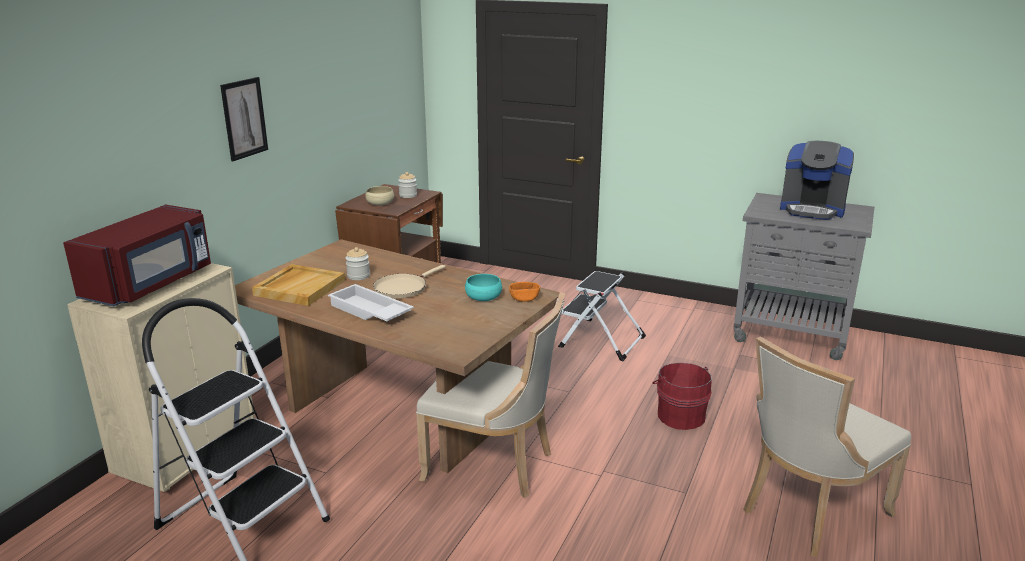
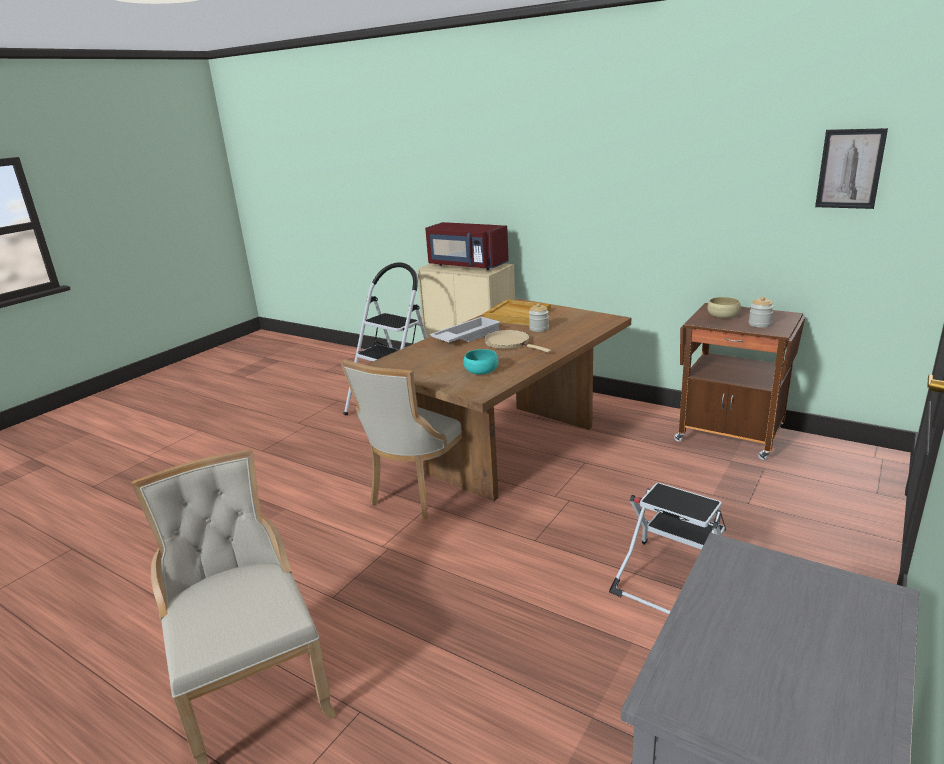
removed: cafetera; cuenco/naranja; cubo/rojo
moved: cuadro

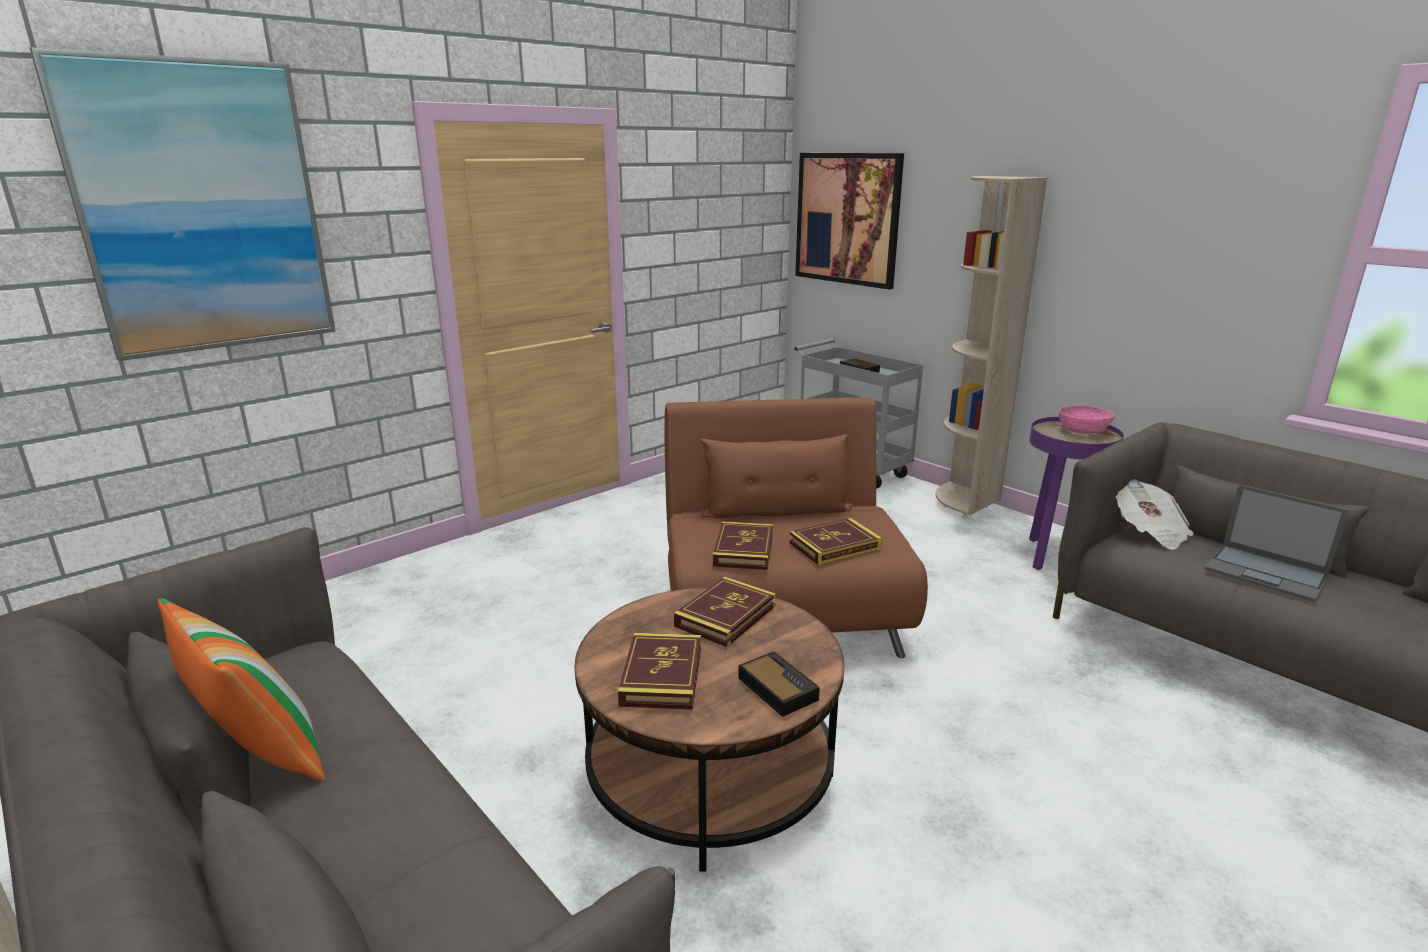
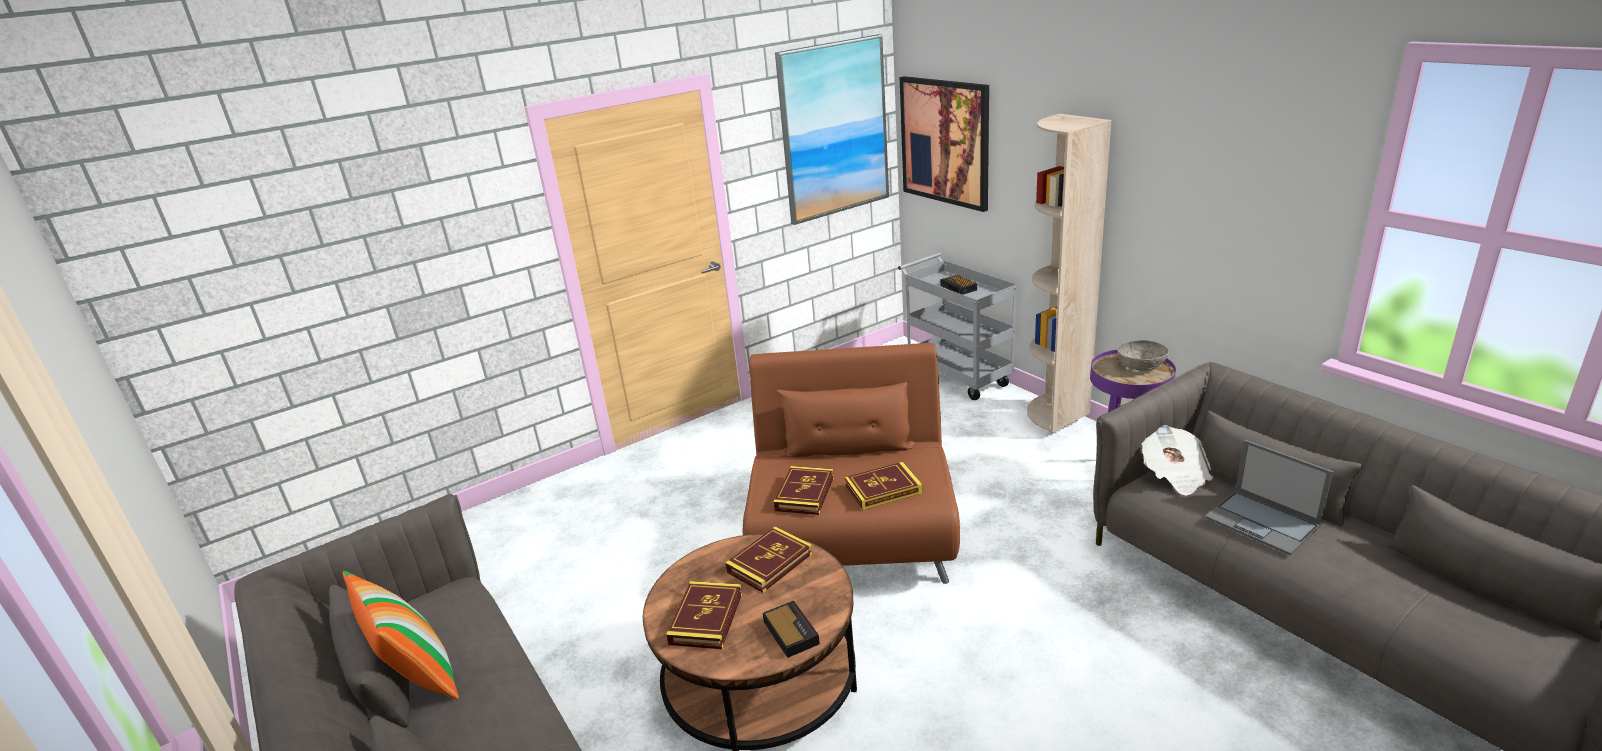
moved: cuadro (1st from left)
recoloured: cuenco/rosa to cuenco/gris

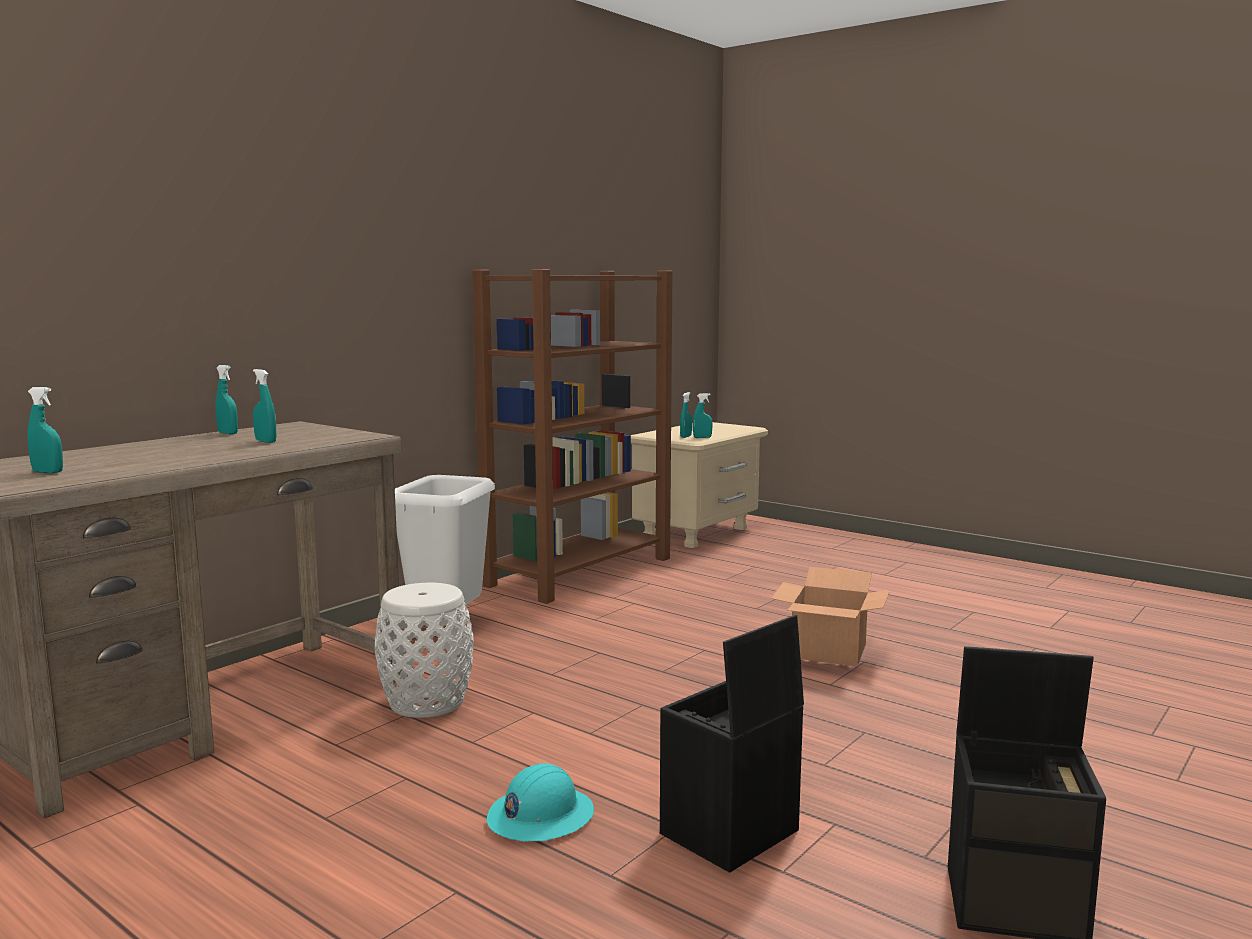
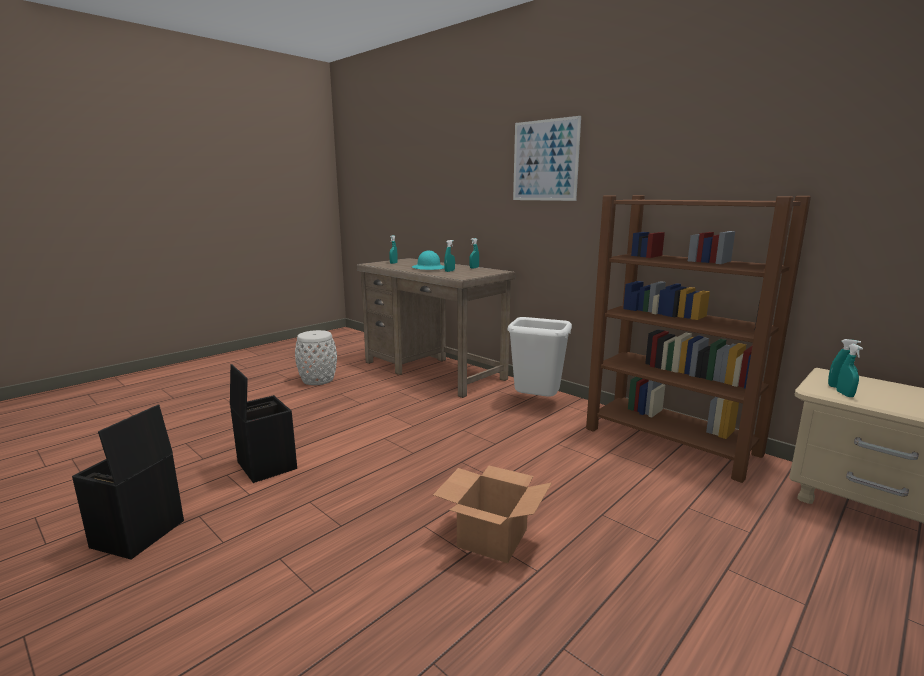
added: cuadro
moved: taburete/blanco; casco/turquesa

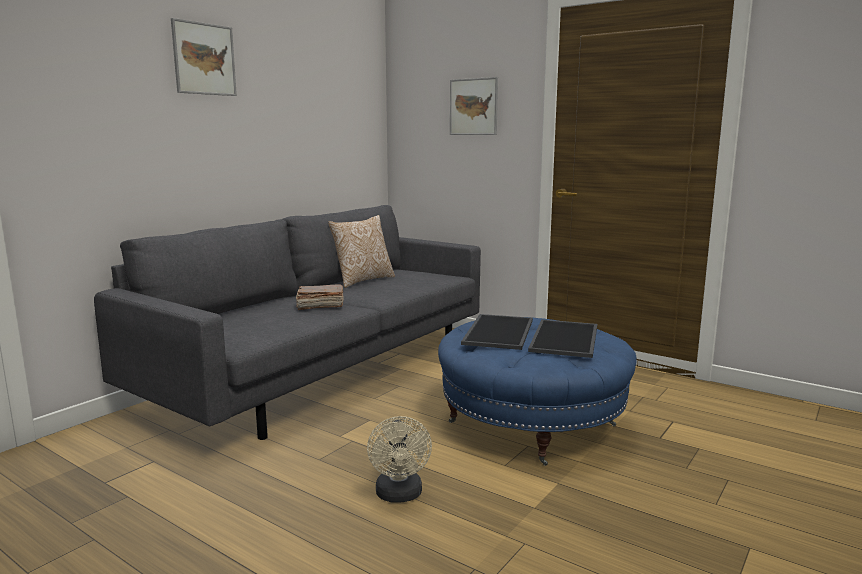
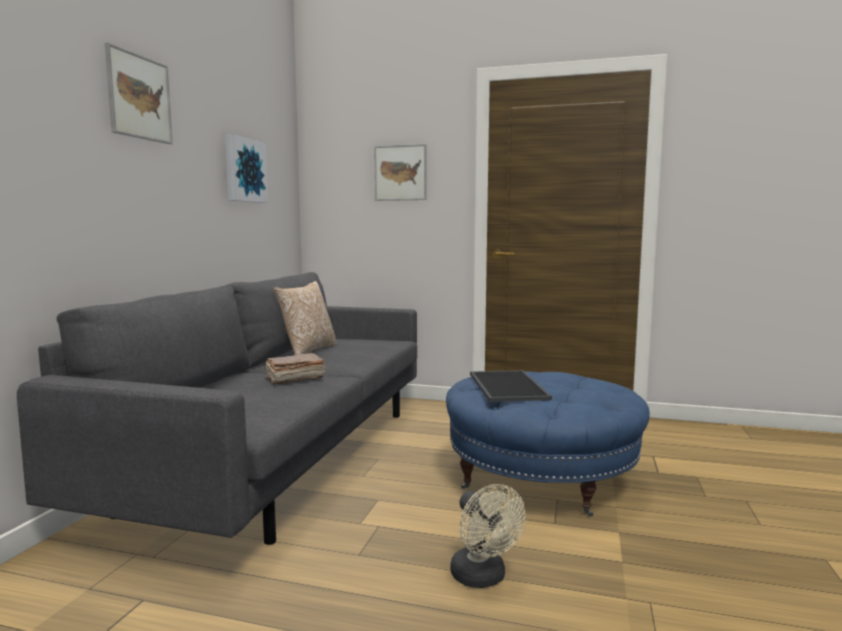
removed: bandeja (2nd from left)
added: cuadro (2nd from left)

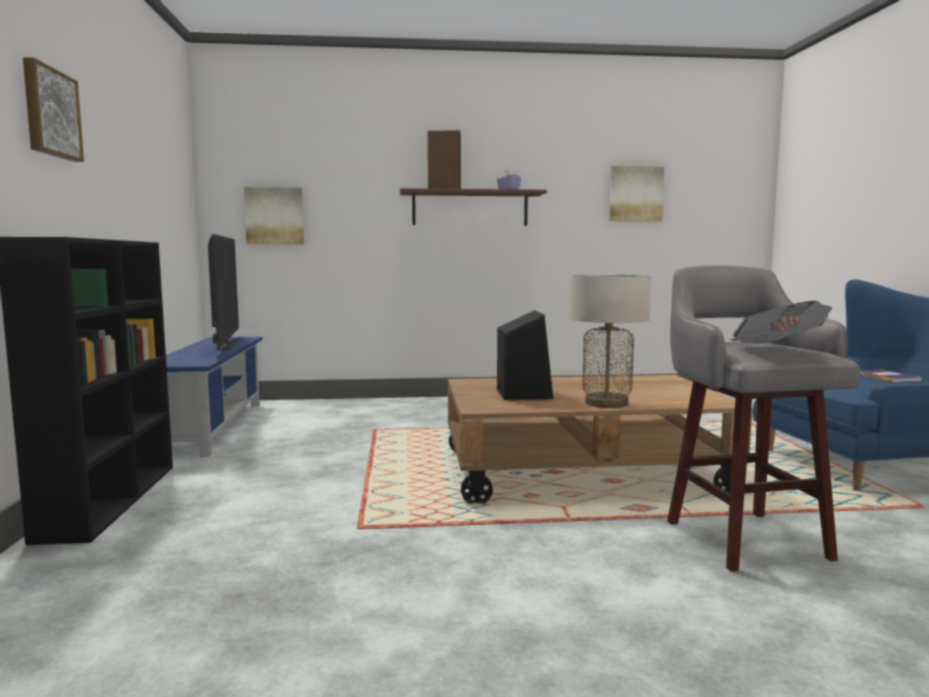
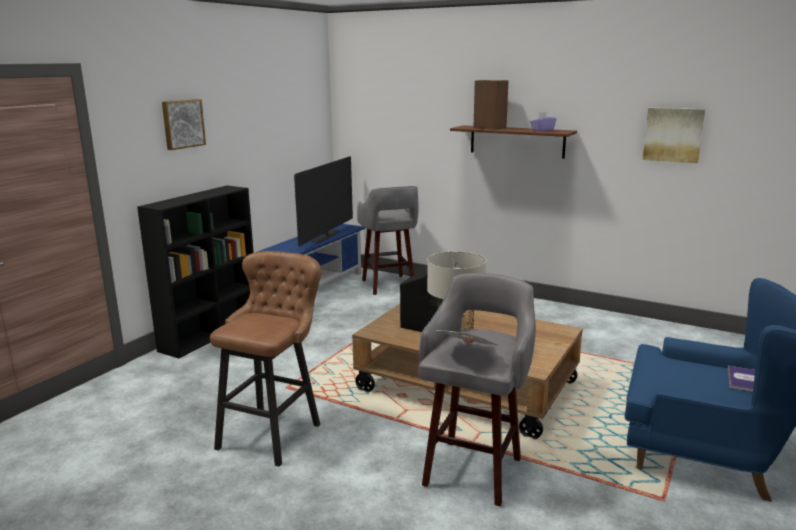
removed: cuadro (2nd from left)
added: taburete/gris (1st from left); taburete/marrón

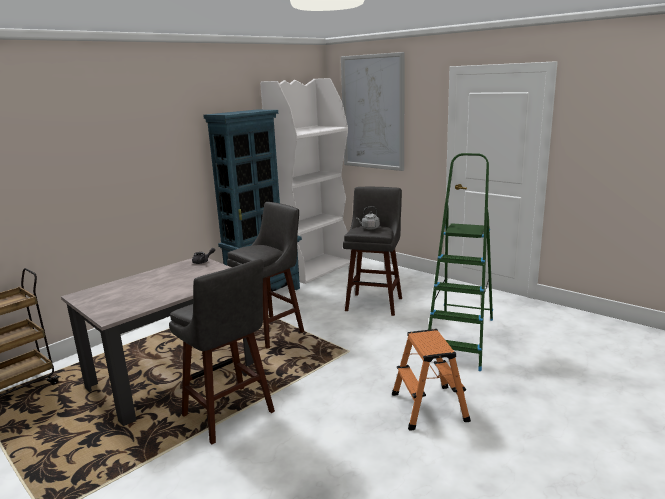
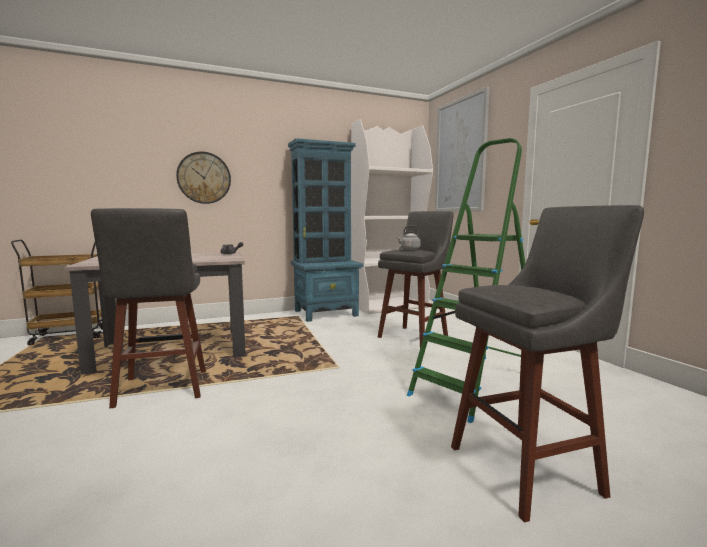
removed: escalera de tijera/naranja
added: reloj de pared
moved: taburete/gris (2nd from left in the first image) to taburete/gris (3rd from left)

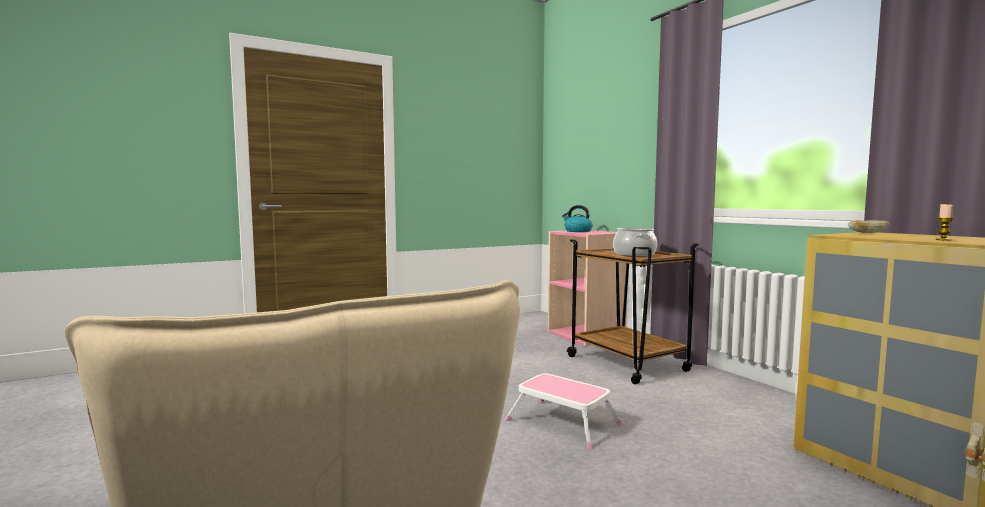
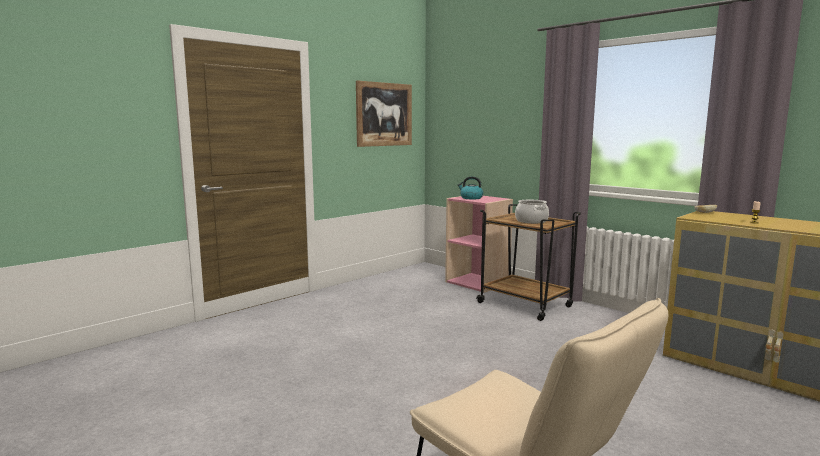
removed: escalera de tijera/rosa
added: cuadro

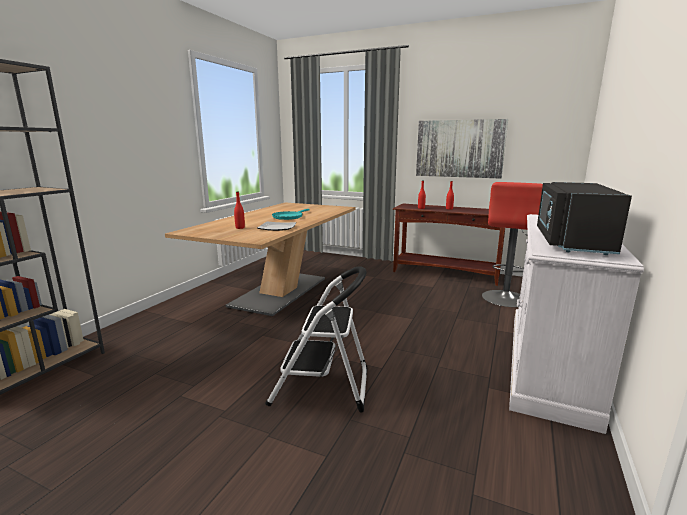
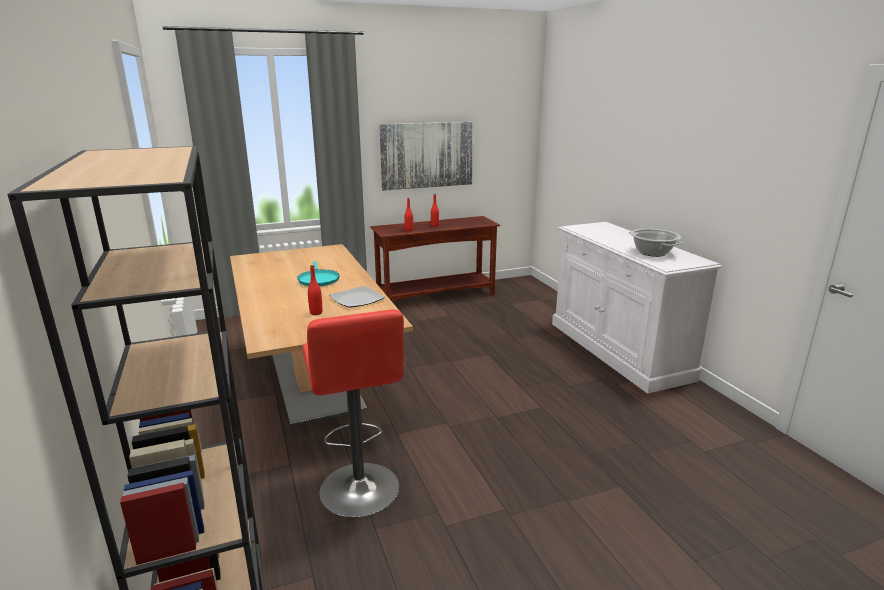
removed: escalera de tijera
moved: taburete/rojo
replaced: microondas/negro to olla

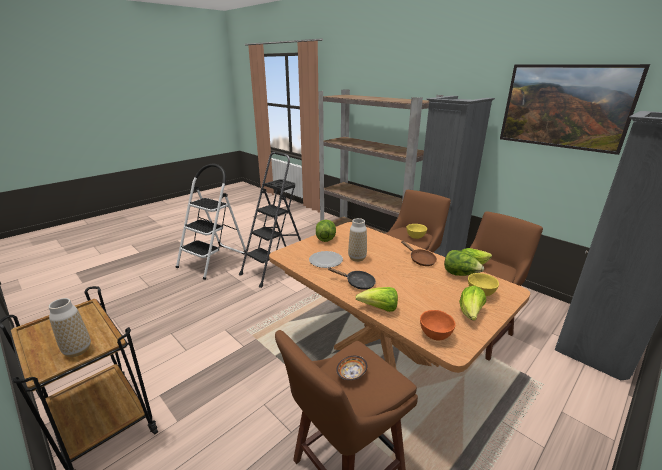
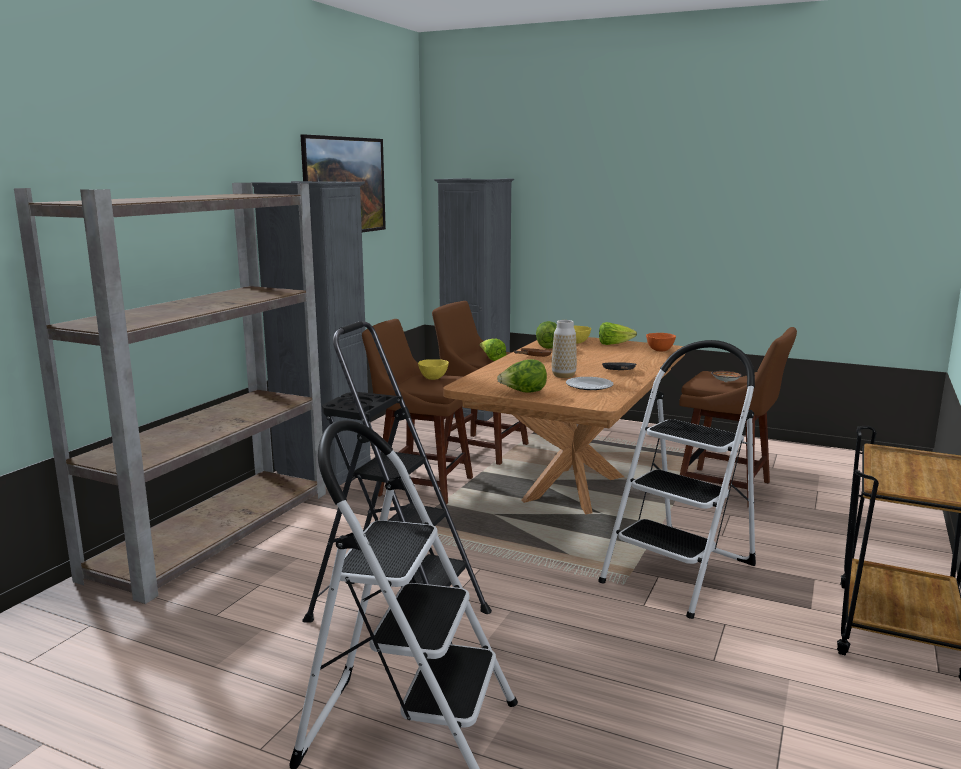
removed: lechuga (2nd from left); florero (1st from left)
added: escalera de tijera (3rd from left)

